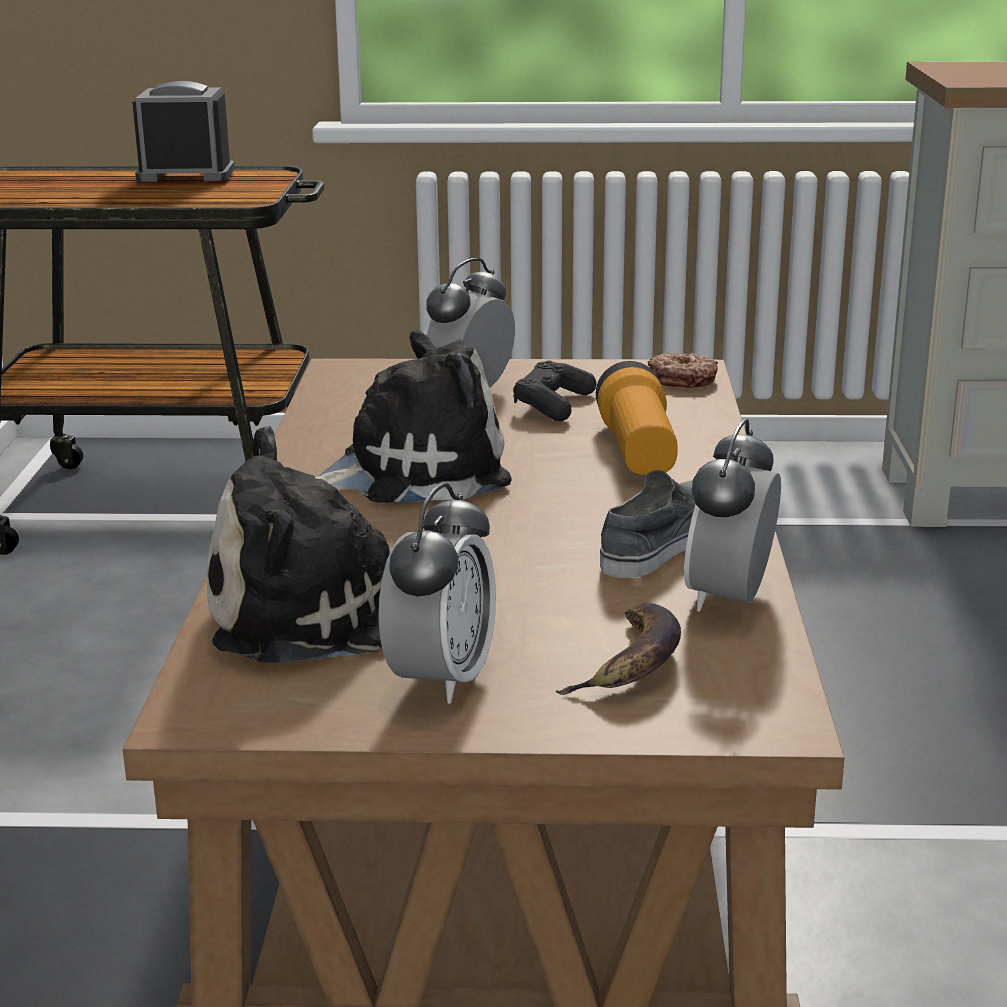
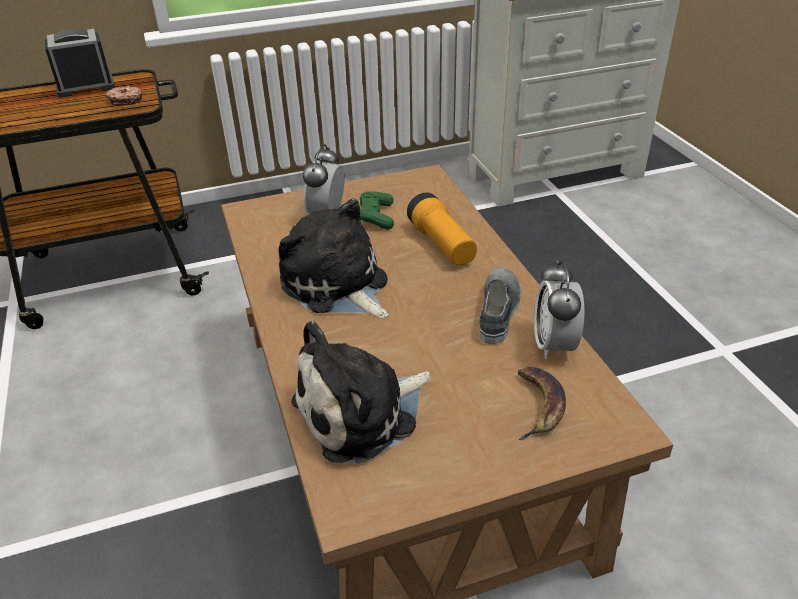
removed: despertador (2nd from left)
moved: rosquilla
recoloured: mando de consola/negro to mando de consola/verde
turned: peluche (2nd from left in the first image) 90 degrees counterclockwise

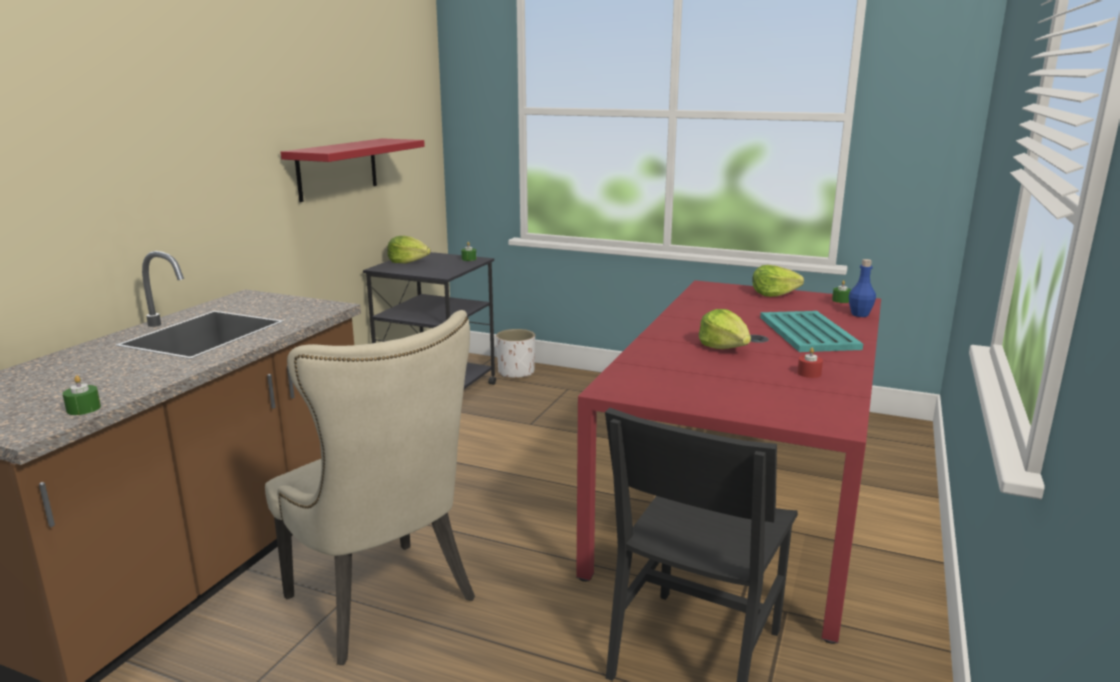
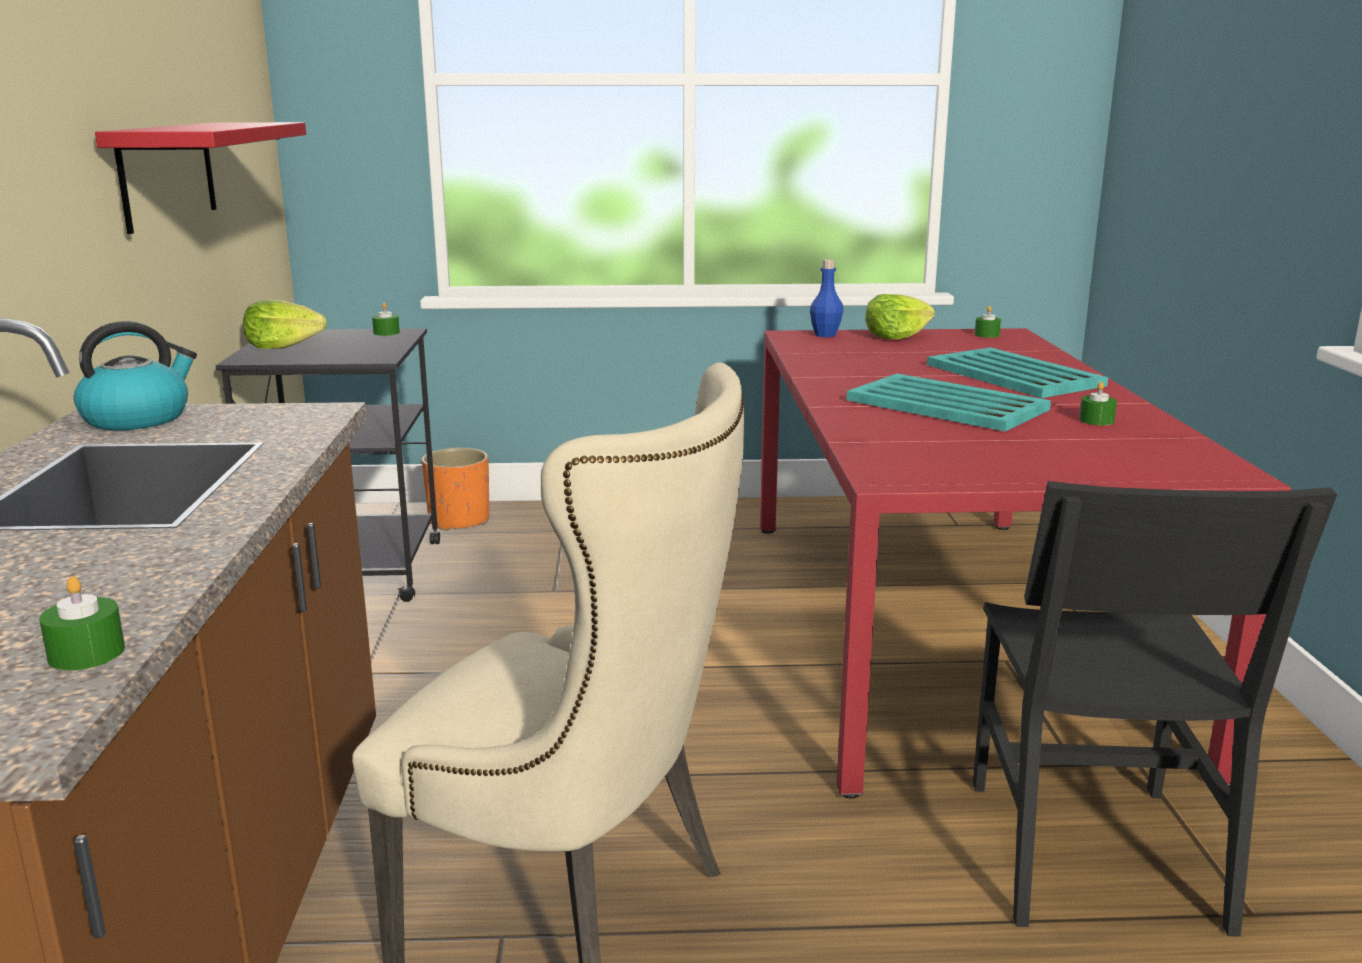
added: hervidor
moved: botella/azul
replaced: lechuga (2nd from left) to bandeja/turquesa (1st from left)
recoloured: maceta/blanco to maceta/naranja; vela/rojo to vela/verde (4th from left)

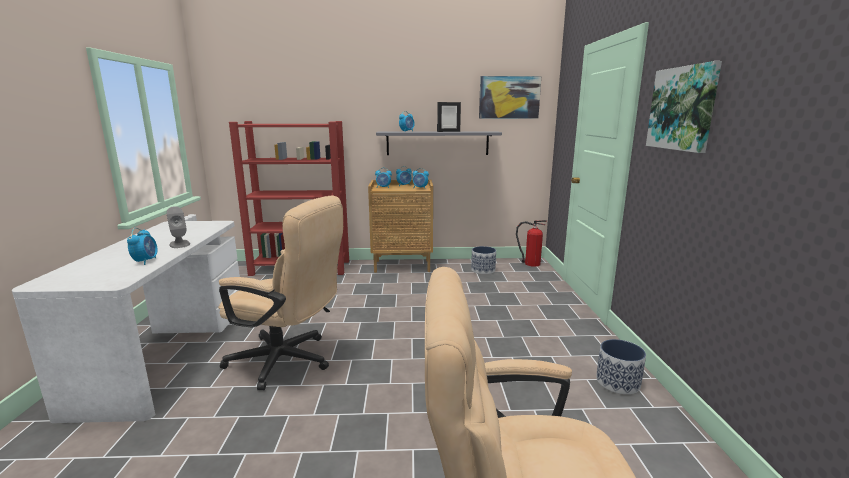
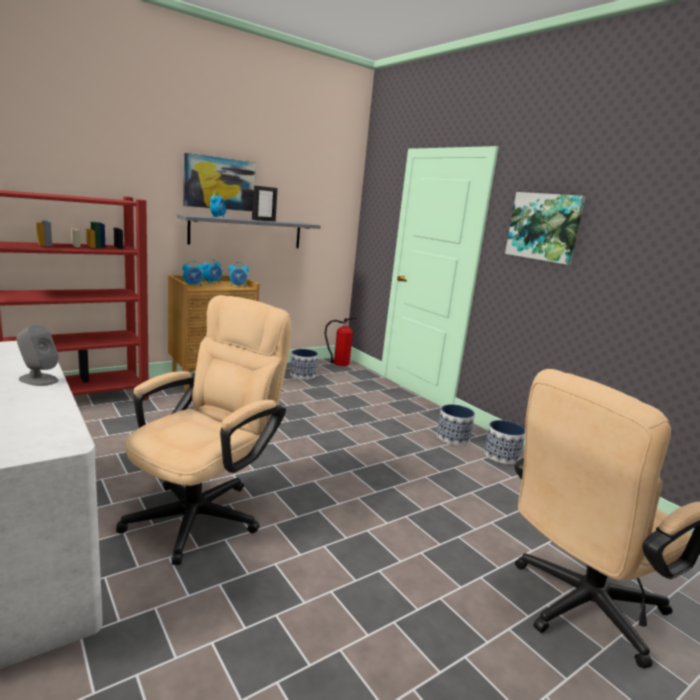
removed: despertador (1st from left)
added: maceta (2nd from left)
moved: cuadro (1st from left)
turned: silla de oficina/beis (1st from left) 45 degrees counterclockwise

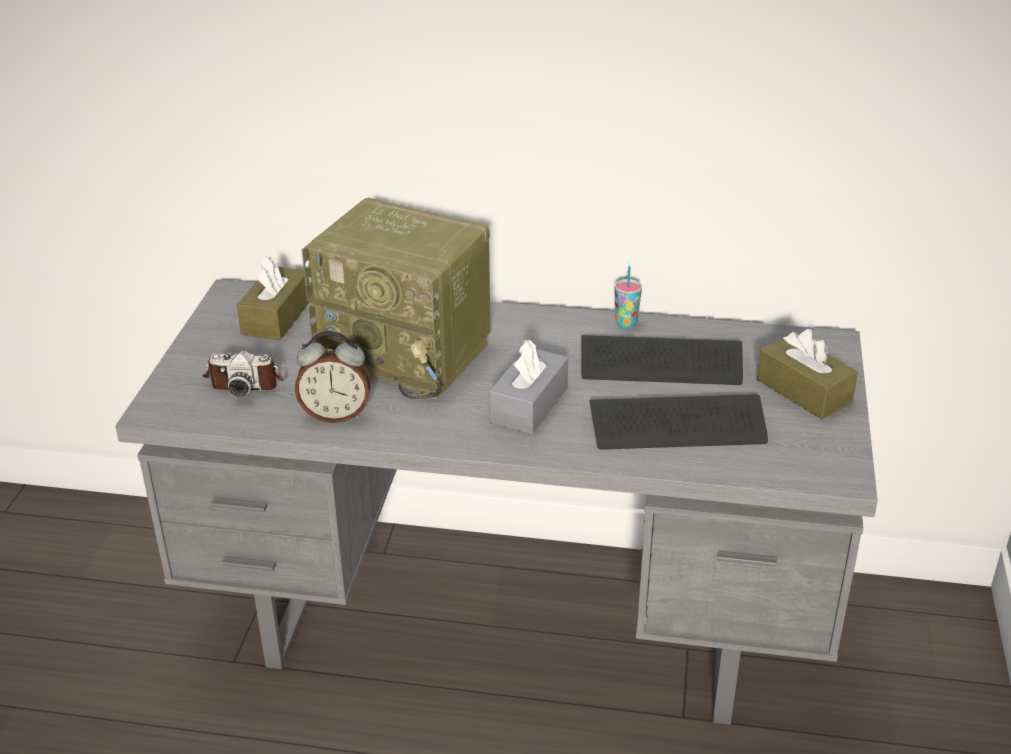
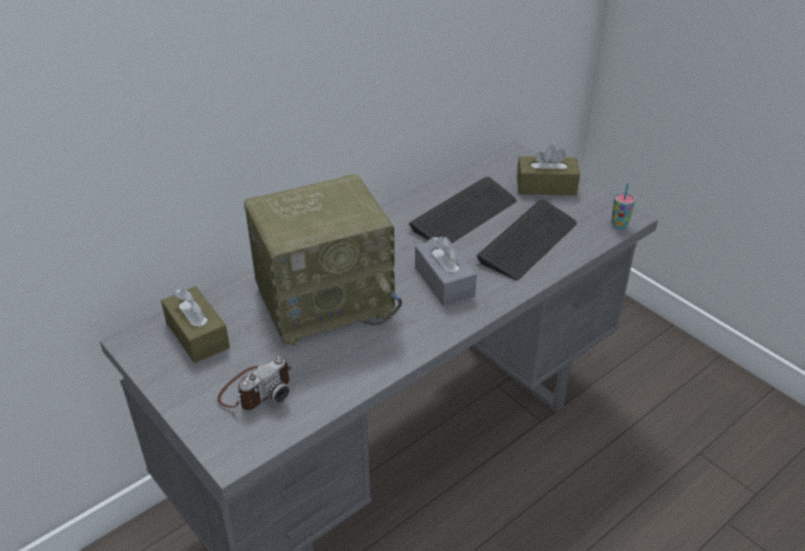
removed: despertador
moved: taza

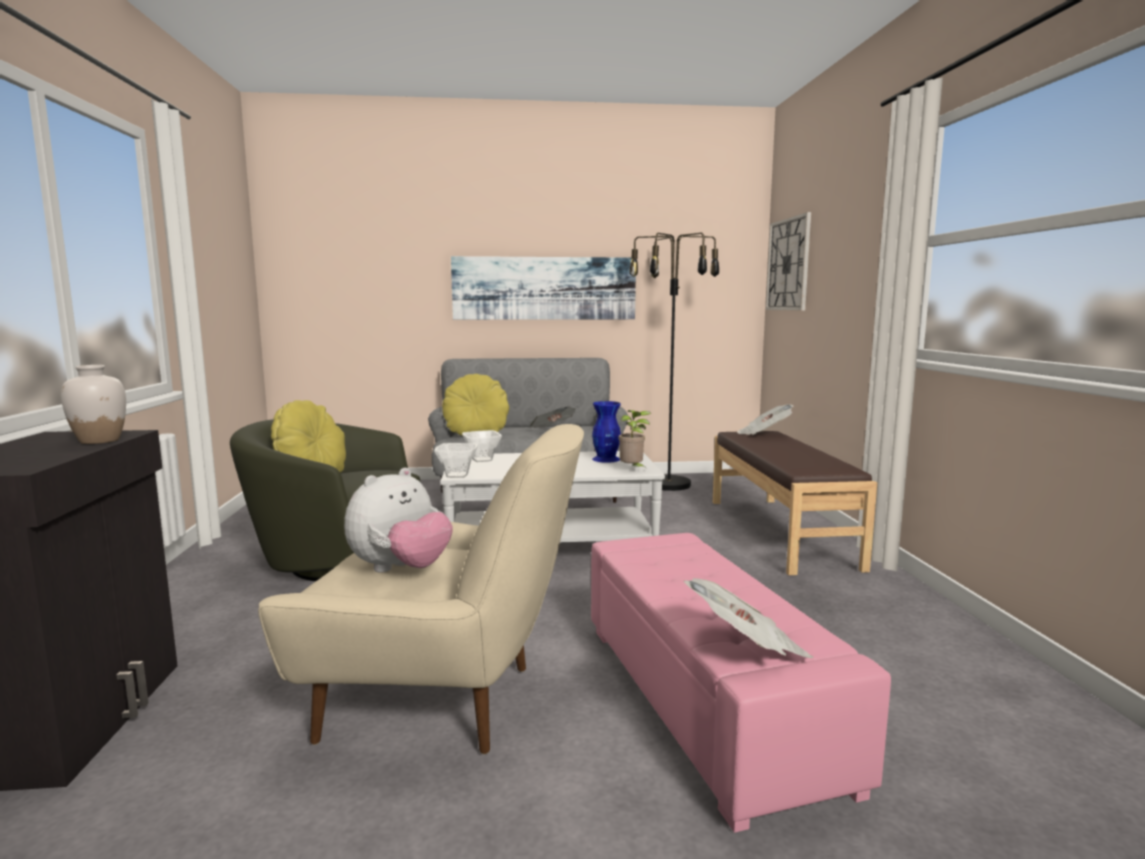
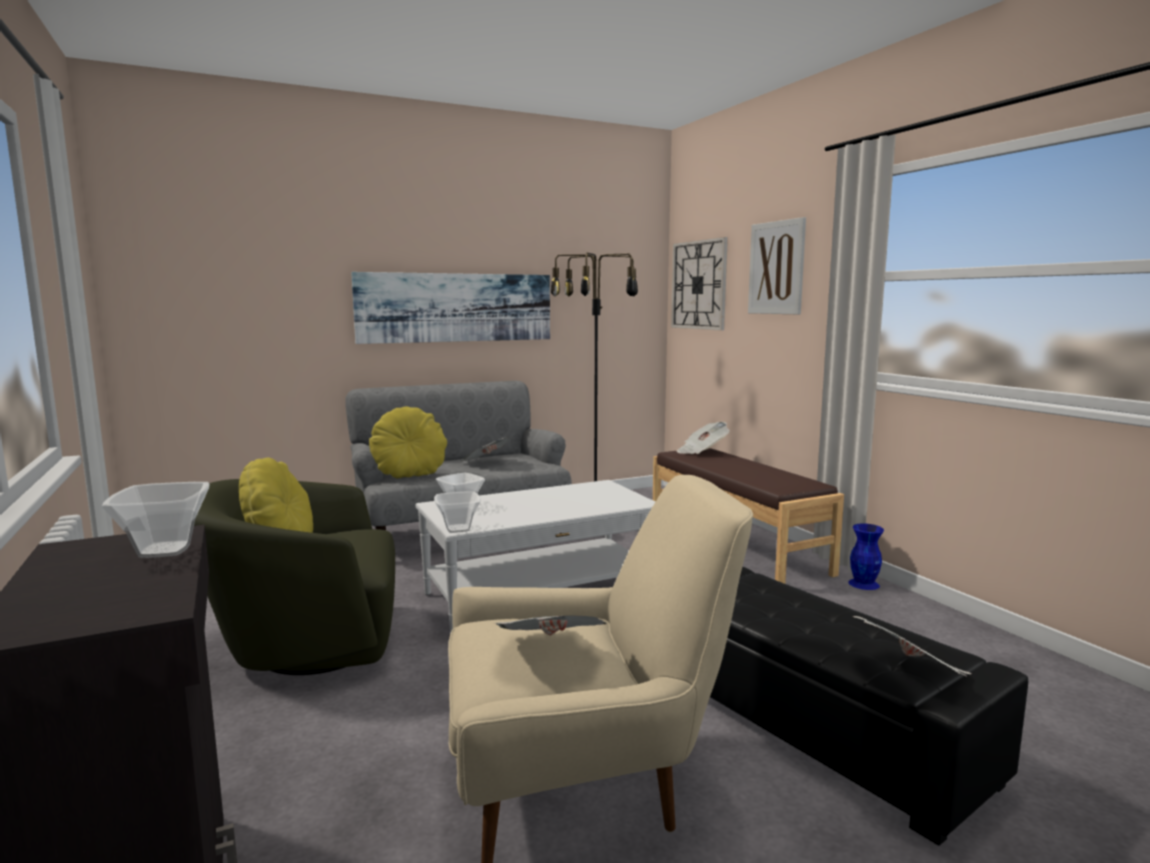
removed: planta en maceta
added: cuadro (2nd from left)
moved: florero/azul
replaced: florero/blanco to cuenco (1st from left); peluche to periódico (2nd from left)
recoloured: puf/rosa to puf/negro

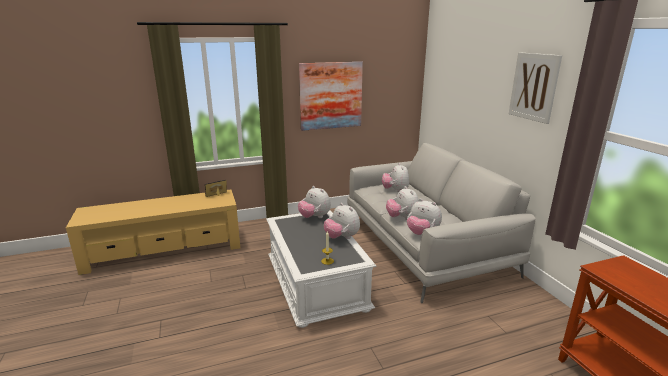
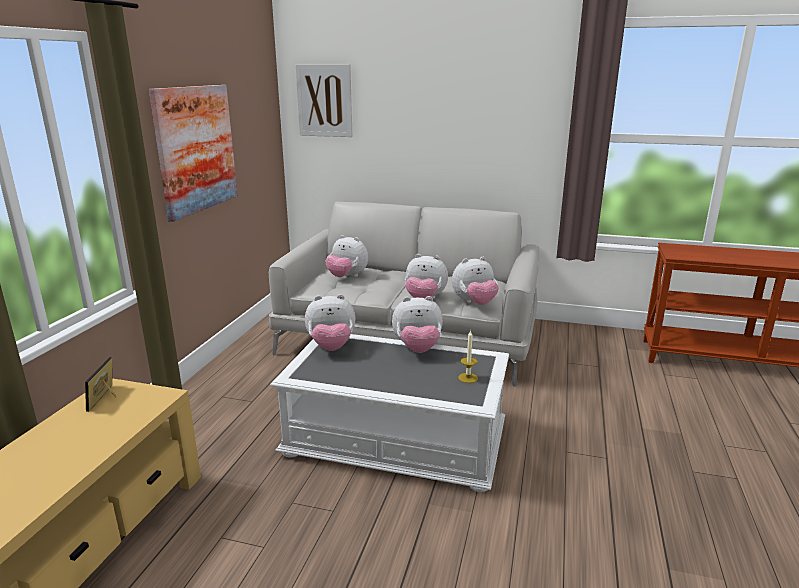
moved: cuadro (2nd from left)

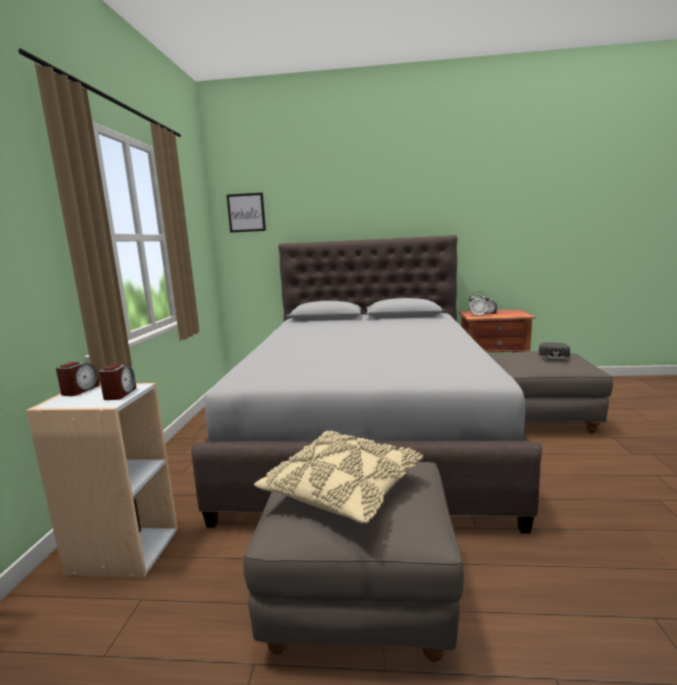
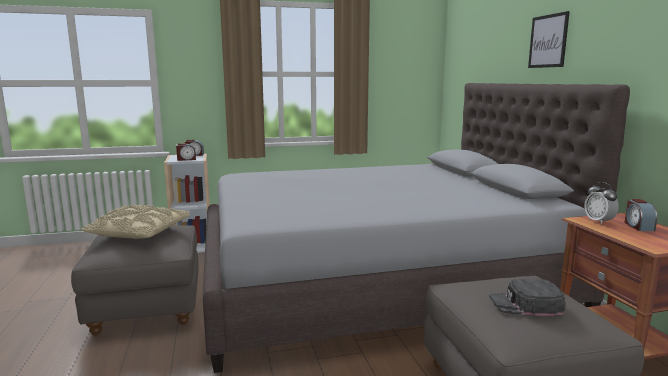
moved: cuadro

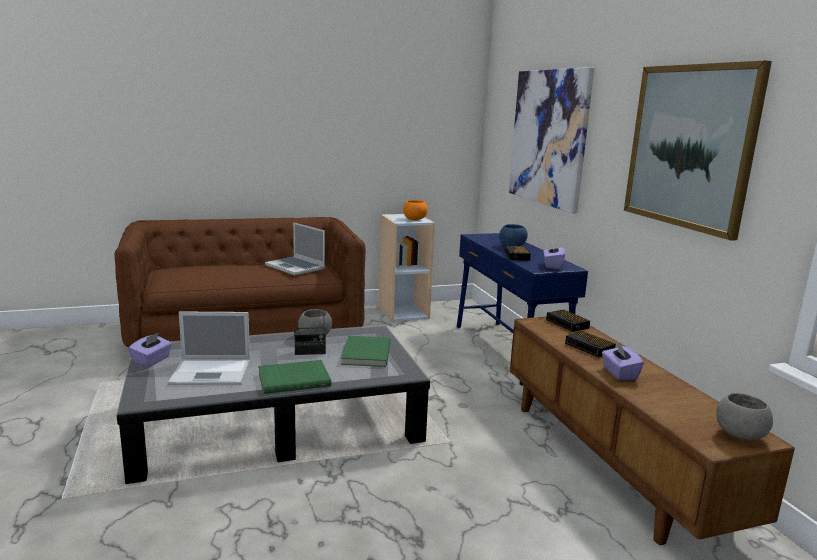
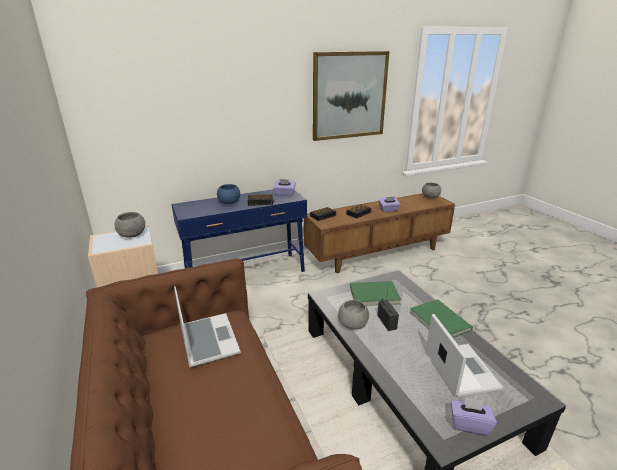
removed: cuadro (1st from left)
recoloured: cuenco/naranja to cuenco/gris (1st from left)
turned: portátil (2nd from left in the first image) 60 degrees counterclockwise

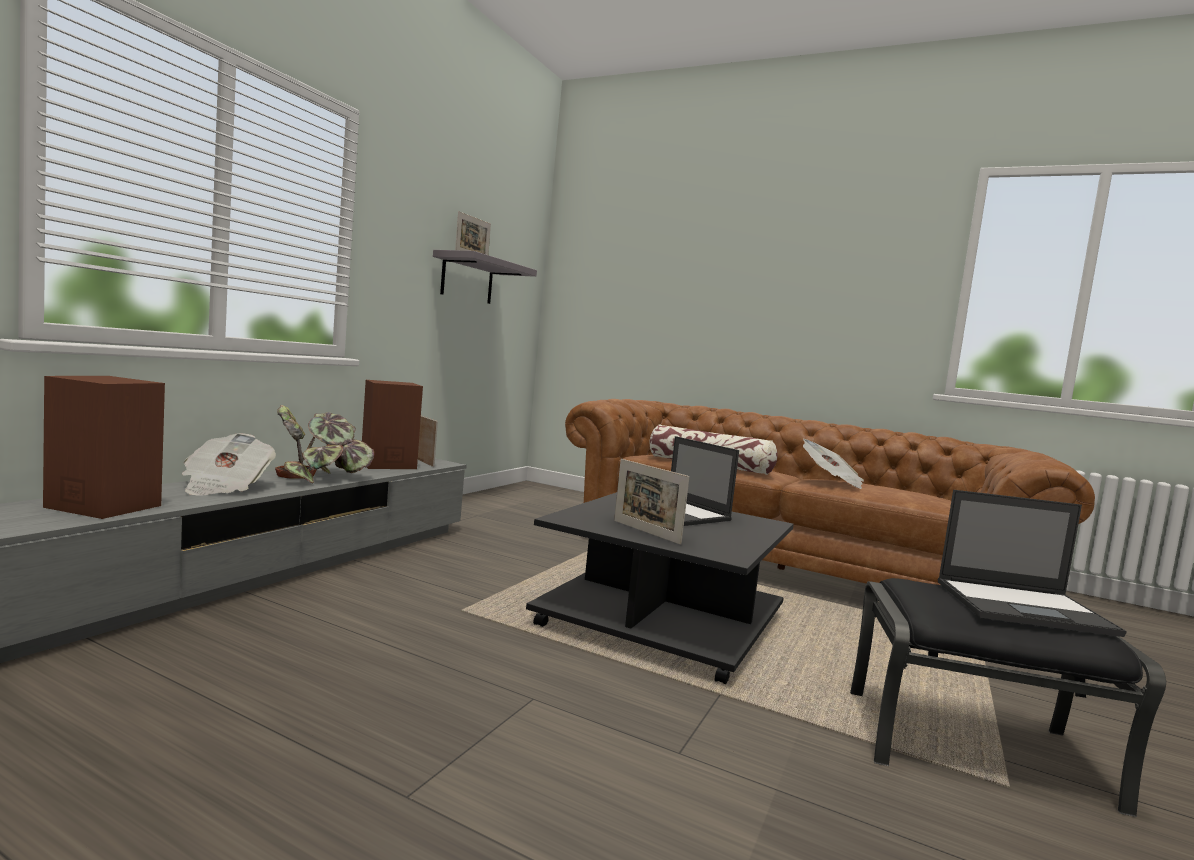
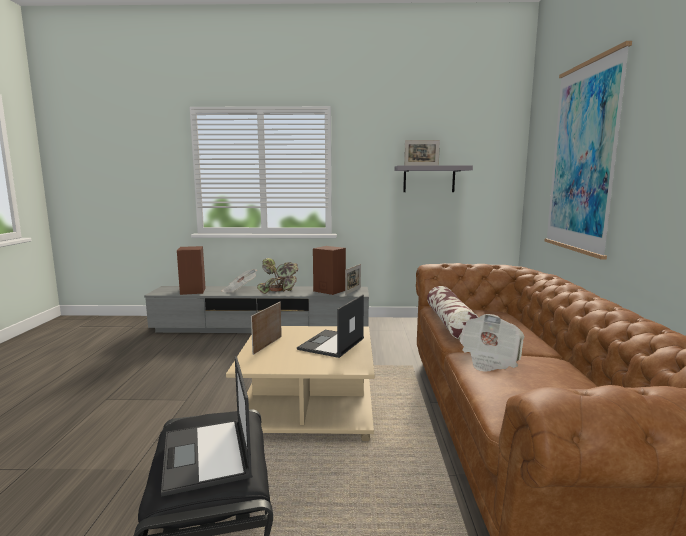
added: cuadro
recoloured: mesa de centro/negro to mesa de centro/beis

